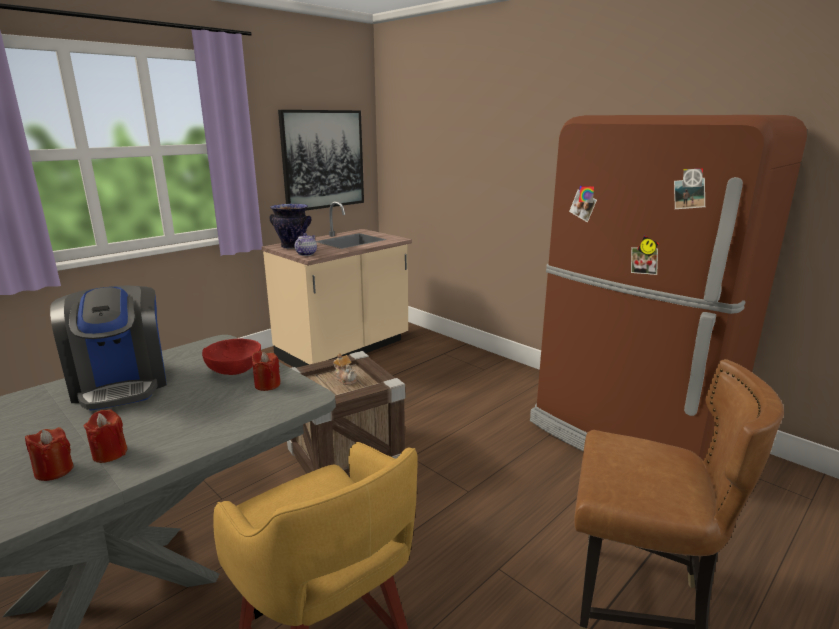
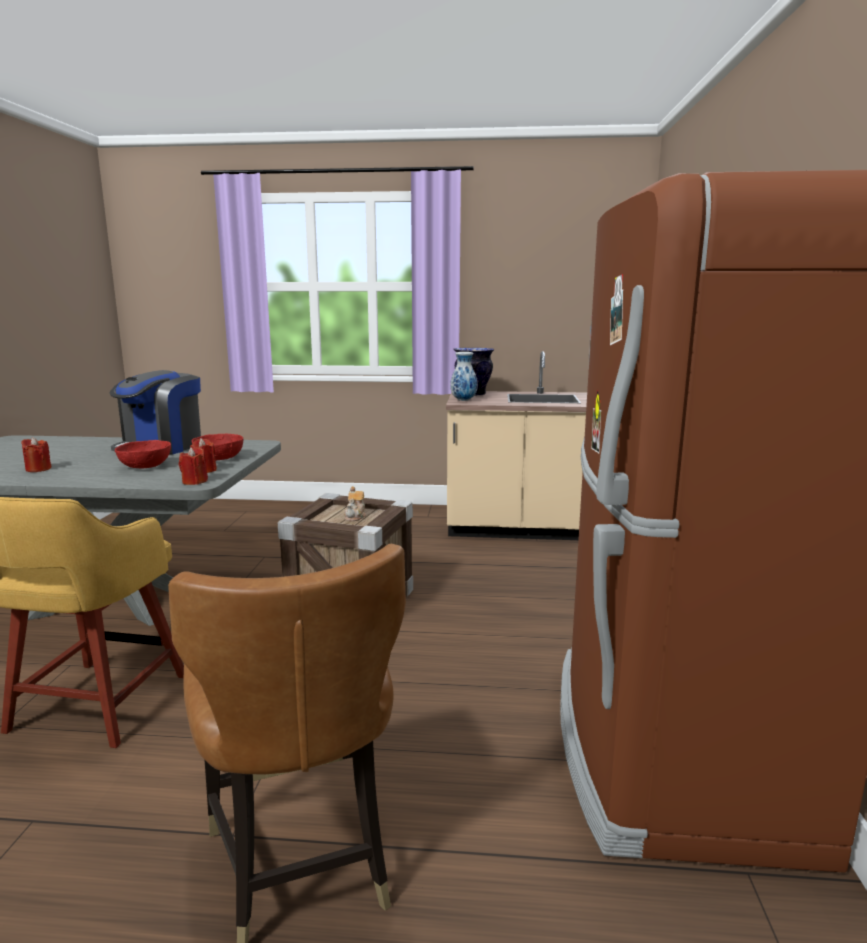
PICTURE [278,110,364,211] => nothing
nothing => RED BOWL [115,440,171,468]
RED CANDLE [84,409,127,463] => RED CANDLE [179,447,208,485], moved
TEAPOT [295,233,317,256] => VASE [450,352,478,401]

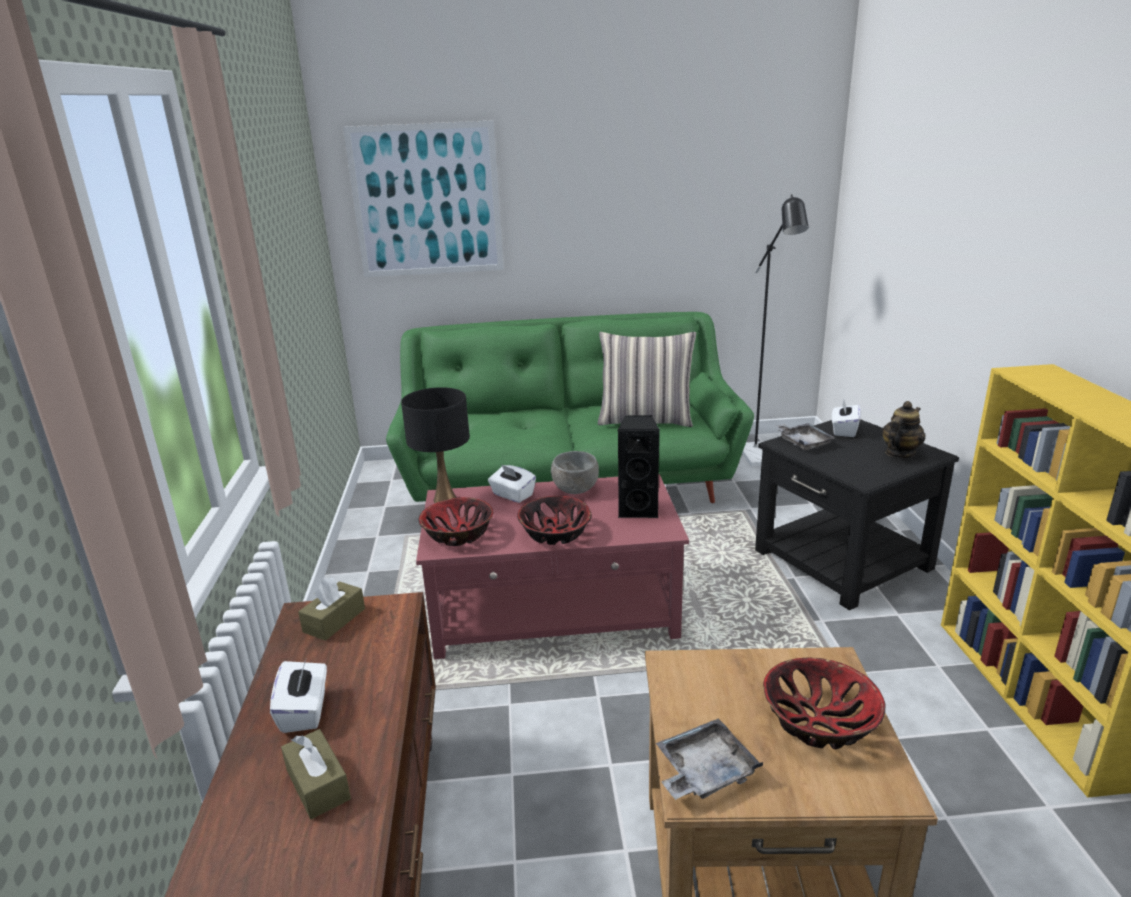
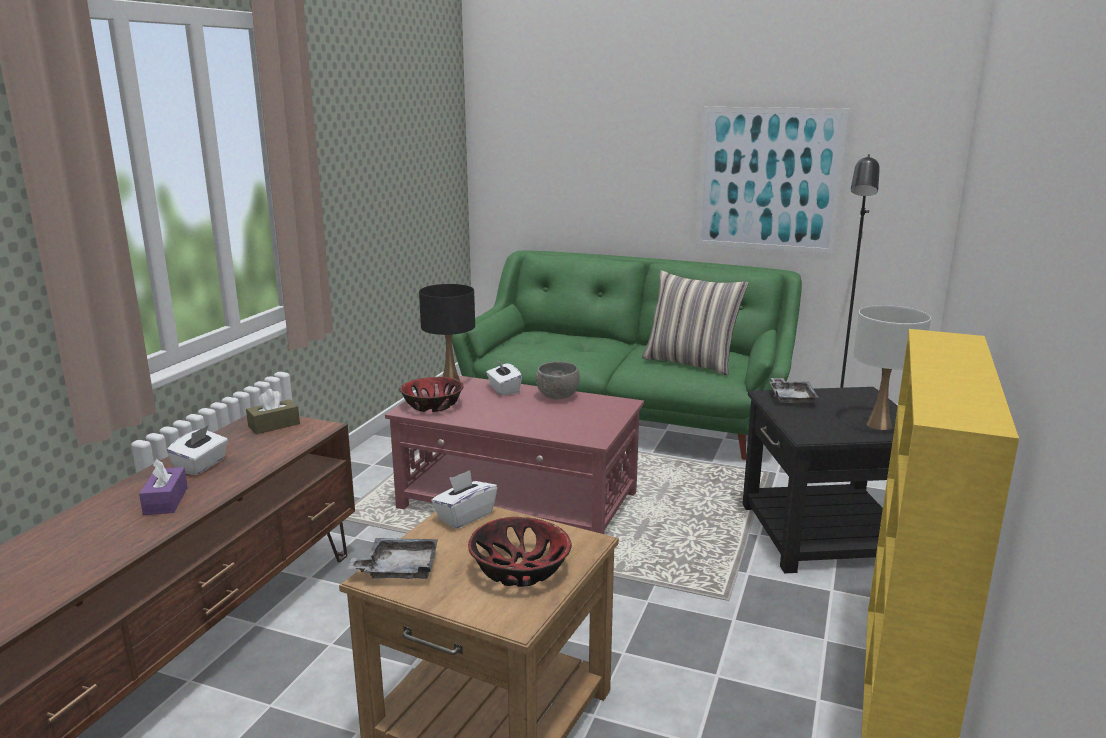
BOWL [517,496,592,545] => nothing
BLACK SPEAKER [617,415,660,519] => nothing
PICTURE [343,120,504,277] => PICTURE [696,107,850,254], moved
WHITE TISSUE BOX [832,400,861,437] => WHITE TISSUE BOX [431,470,497,529], moved
TEAPOT [882,401,926,458] => WHITE TABLE LAMP [853,305,931,430]
BROWN TISSUE BOX [281,729,351,819] => PURPLE TISSUE BOX [139,458,188,515]

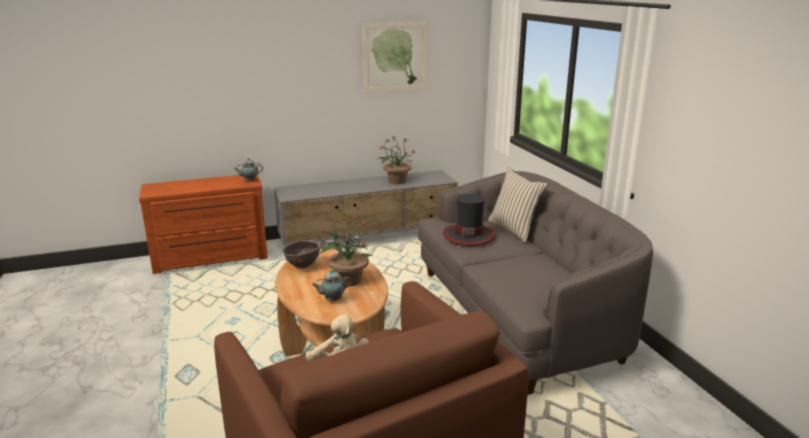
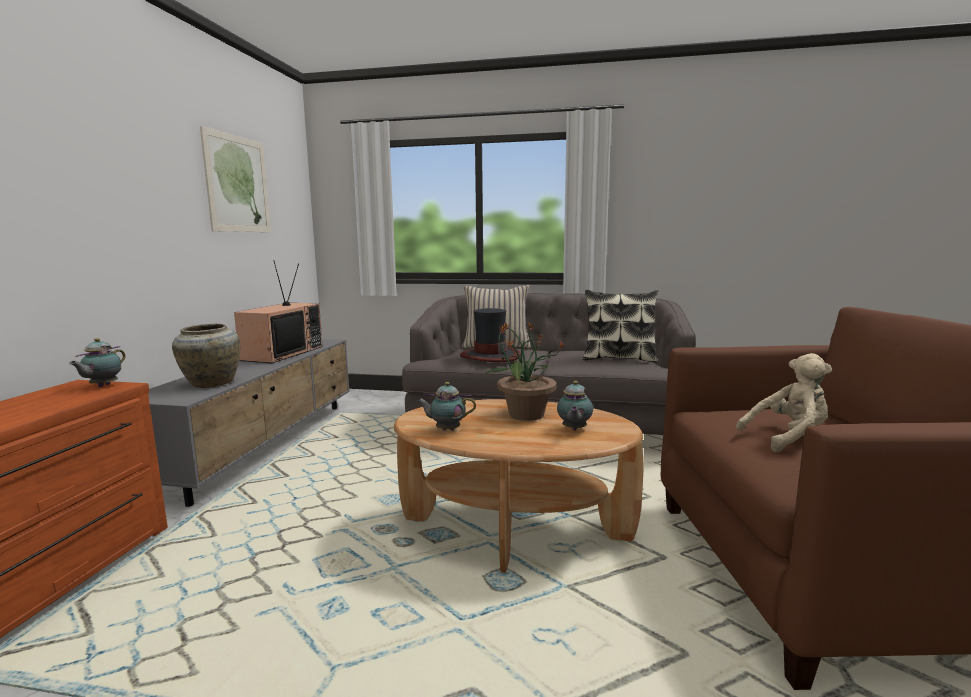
nothing => BEIGE VASE [172,324,240,388]
nothing => PILLOW [583,290,658,363]
BROWN BOWL [282,240,320,268] => TEAPOT [417,382,476,431]
POTTED PLANT [377,137,415,184] => TELEVISION [234,260,323,363]

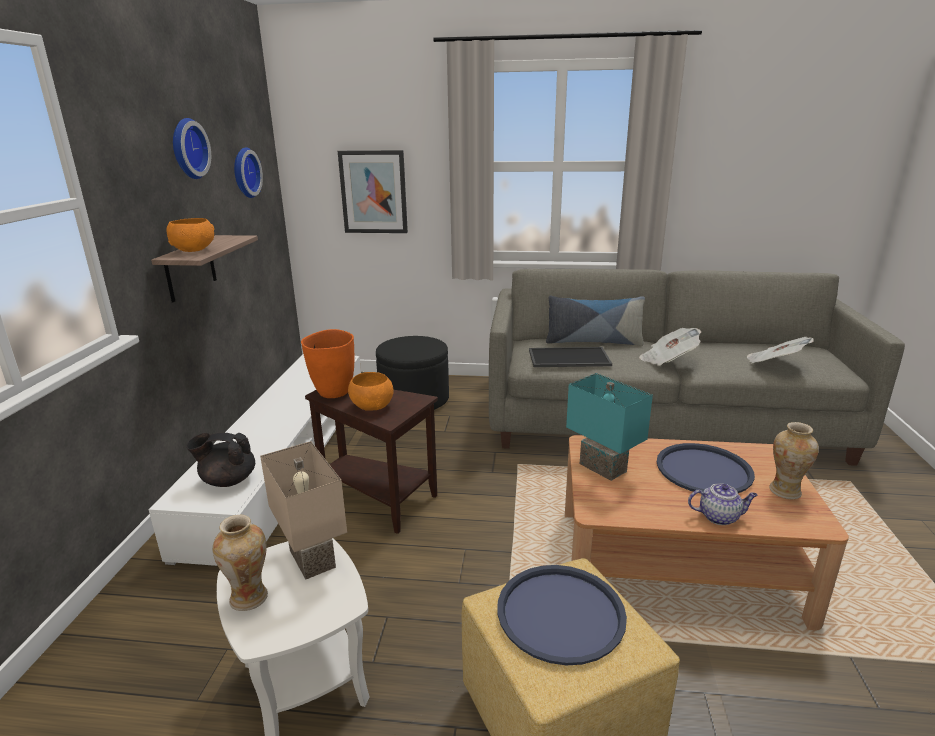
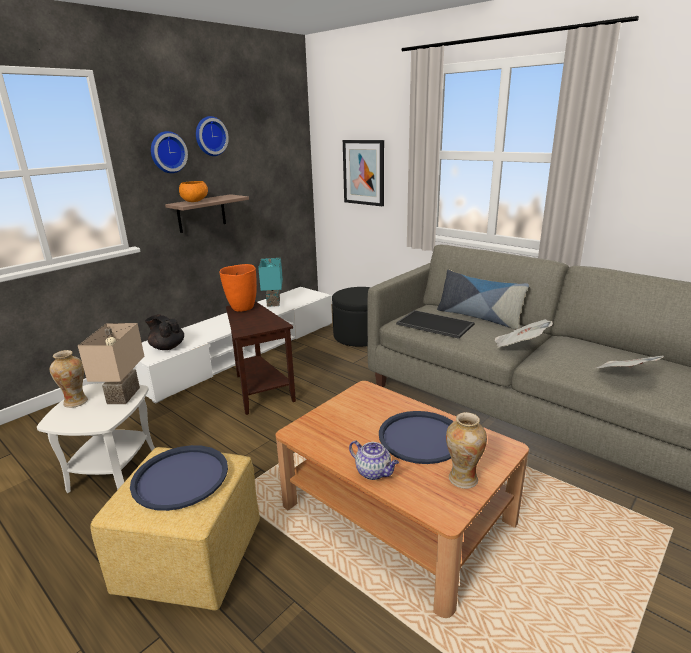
ORANGE BOWL [348,372,394,411] => nothing
WALL CLOCK [234,147,263,198] => WALL CLOCK [151,131,188,173], moved
TURQUOISE TABLE LAMP [566,373,653,481] => TURQUOISE TABLE LAMP [258,258,283,307], moved

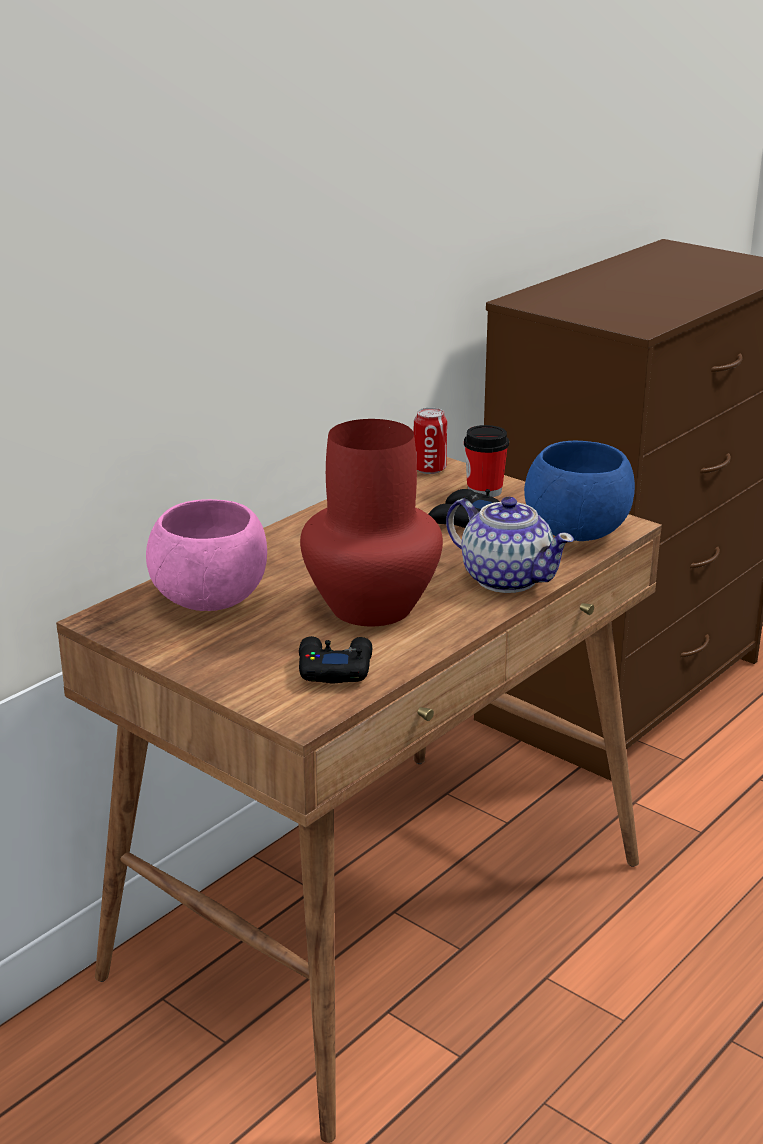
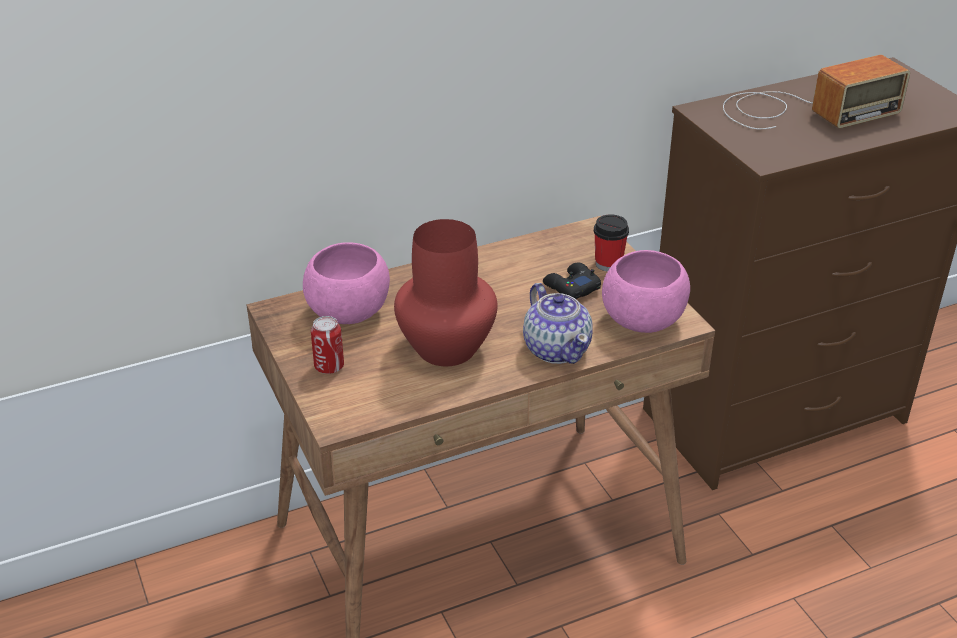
BLACK GAME CONTROLLER [299,636,372,684] => nothing
nothing => RADIO [723,55,910,129]
CAN [413,407,447,474] => CAN [311,316,344,374], moved
BLUE BOWL [524,441,635,541] => PINK BOWL [602,250,690,333]

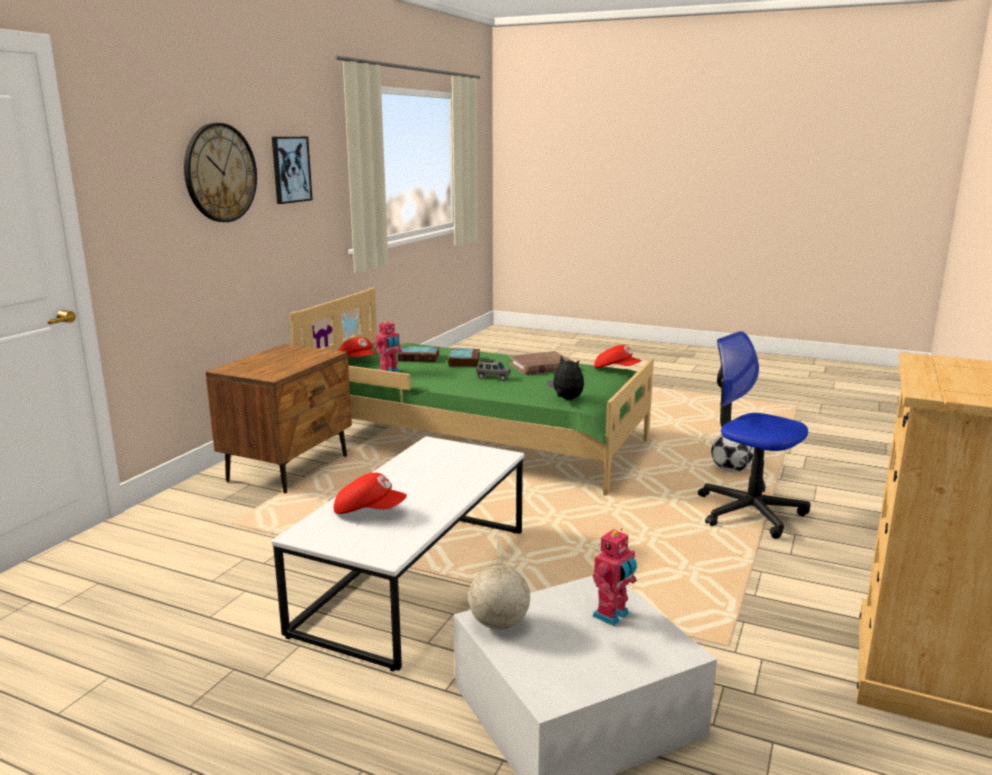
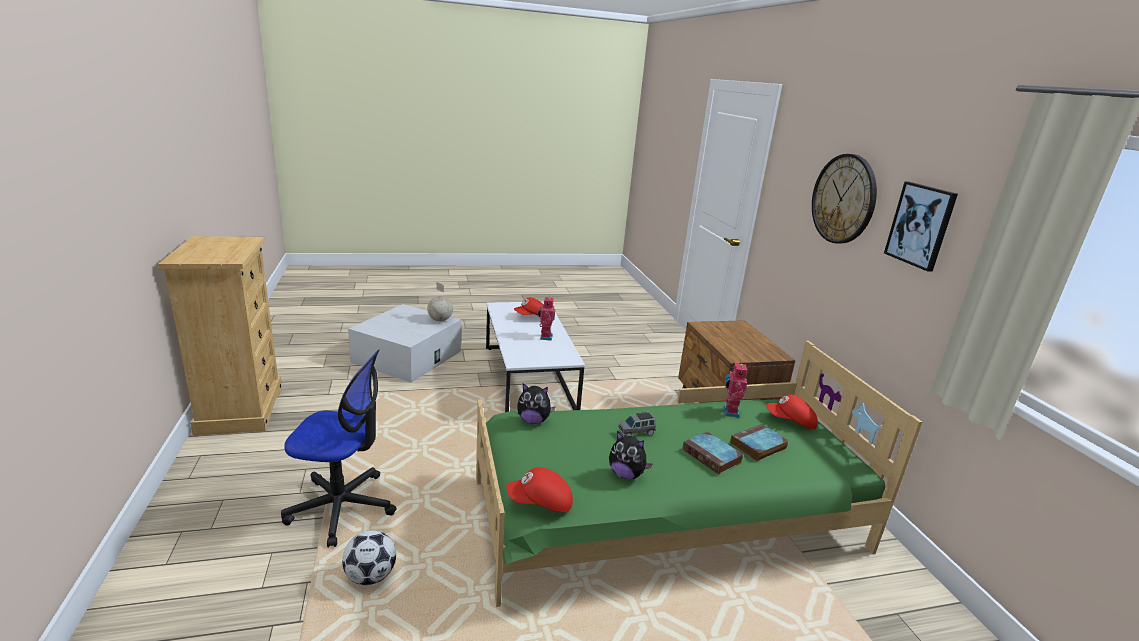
TOY ROBOT [593,528,637,626] => TOY ROBOT [538,295,555,341], moved
BROWN BOOK [509,351,572,375] => PLUSH TOY [609,431,653,479]

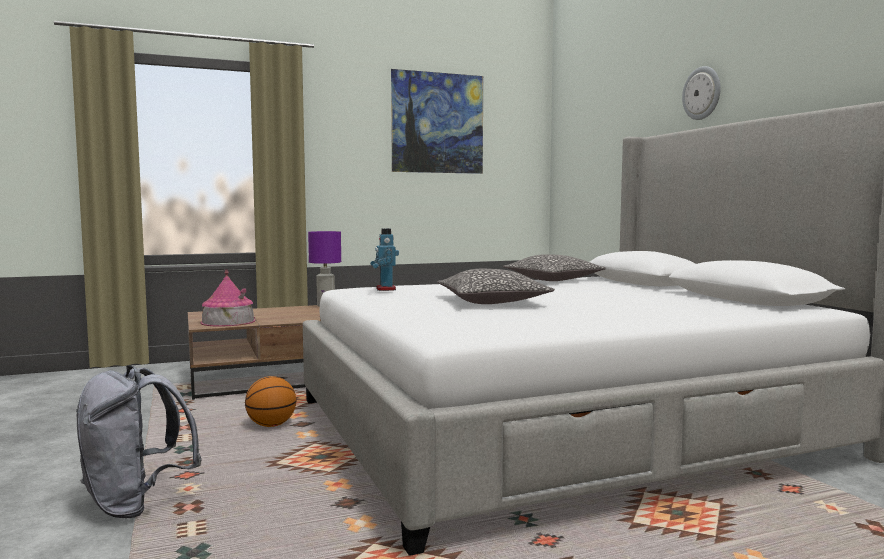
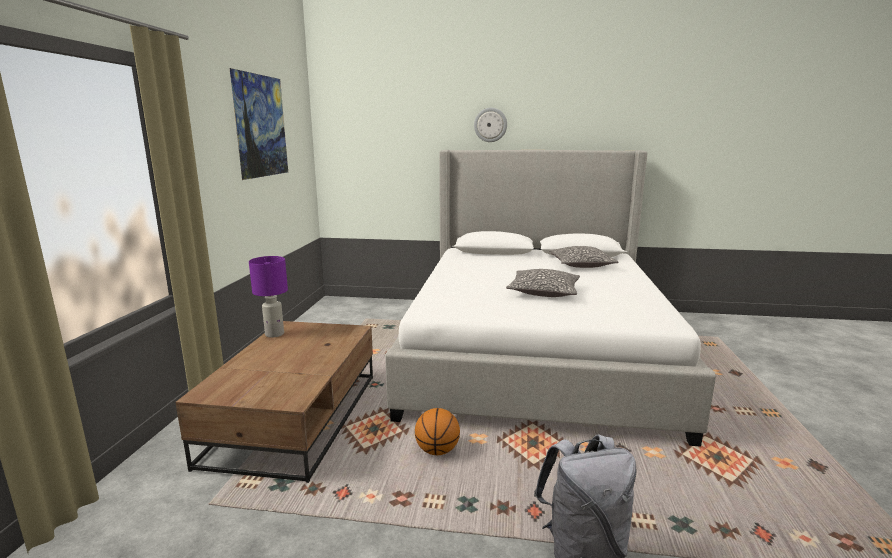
TOY HOUSE [200,270,255,327] => nothing
TOY ROBOT [370,228,399,291] => nothing
PILLOW [503,254,606,281] => PILLOW [549,246,619,268], moved

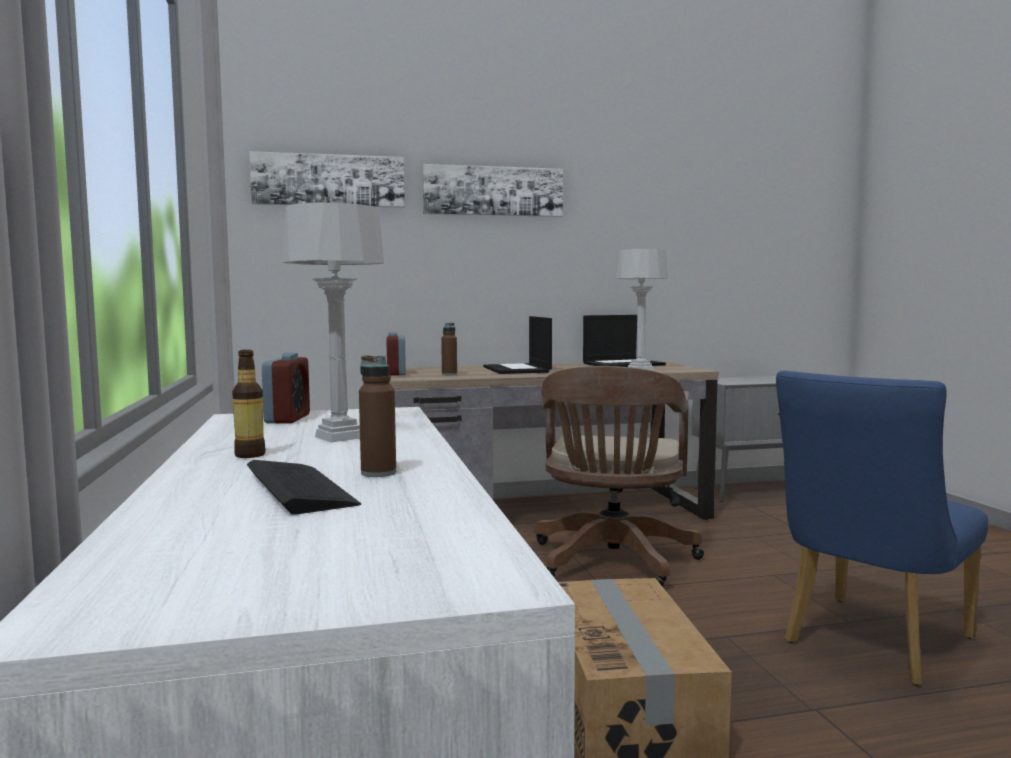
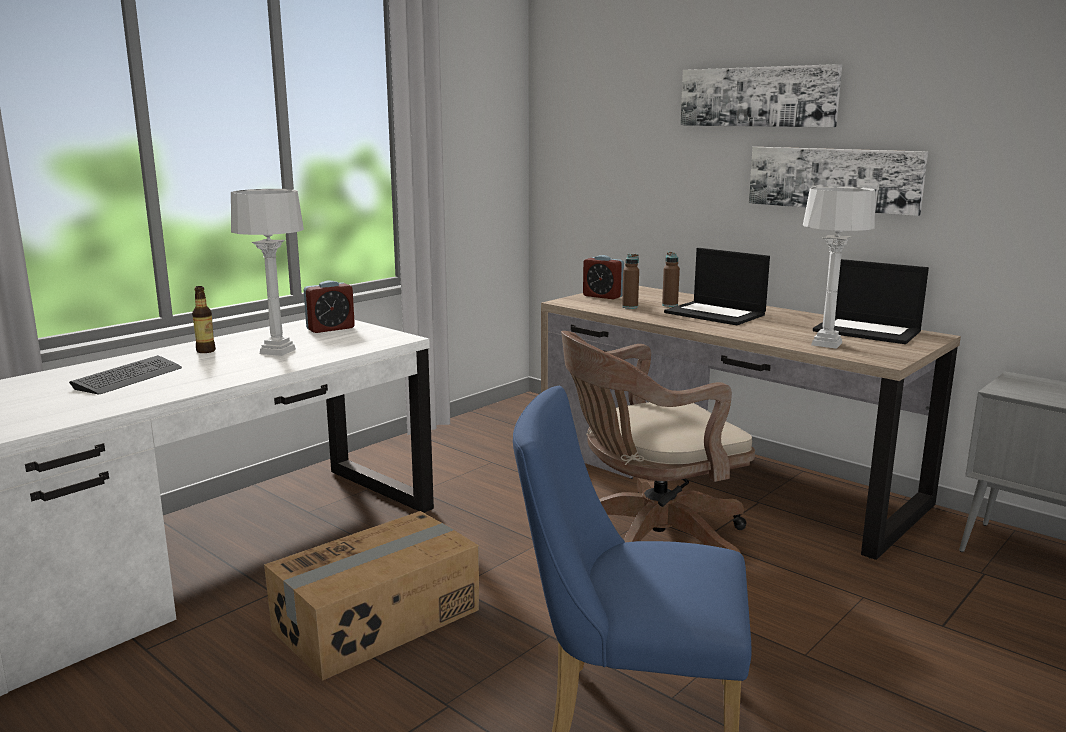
PICTURE [249,151,405,208] => PICTURE [749,147,928,216], moved
BROWN BOTTLE [359,355,396,477] => BROWN BOTTLE [662,252,680,307], moved
ALARM CLOCK [386,332,406,376] => ALARM CLOCK [583,255,624,300], 105 degrees counterclockwise
LAPTOP [483,316,552,374] => LAPTOP [664,248,770,325], 90 degrees counterclockwise

